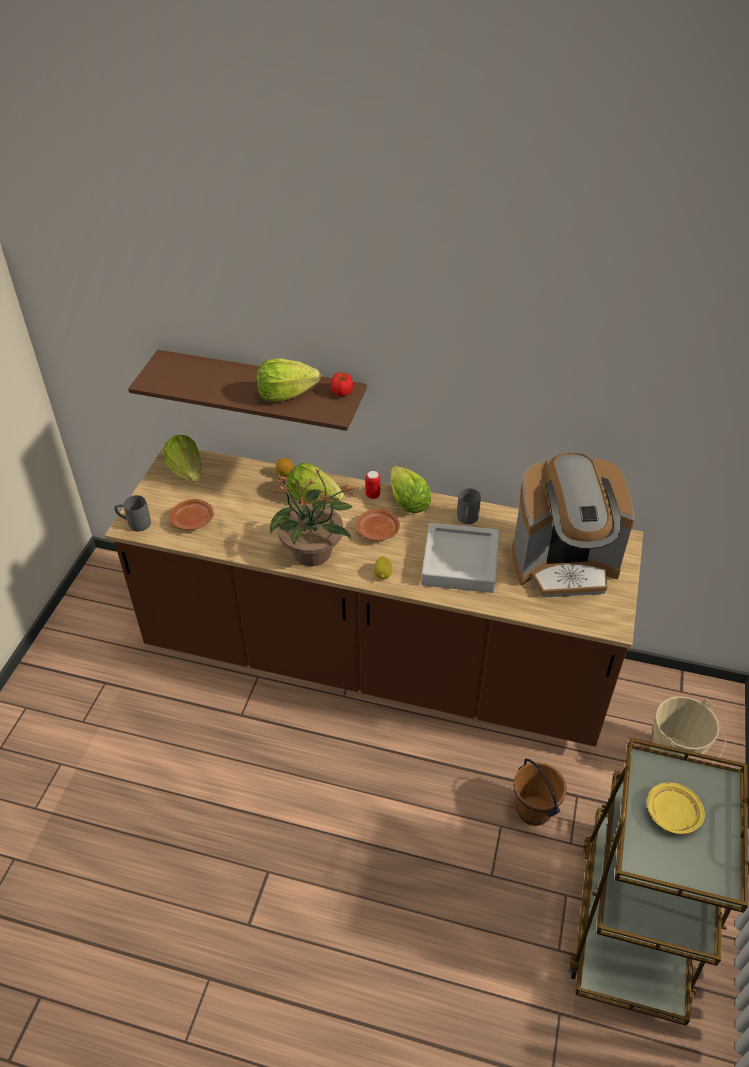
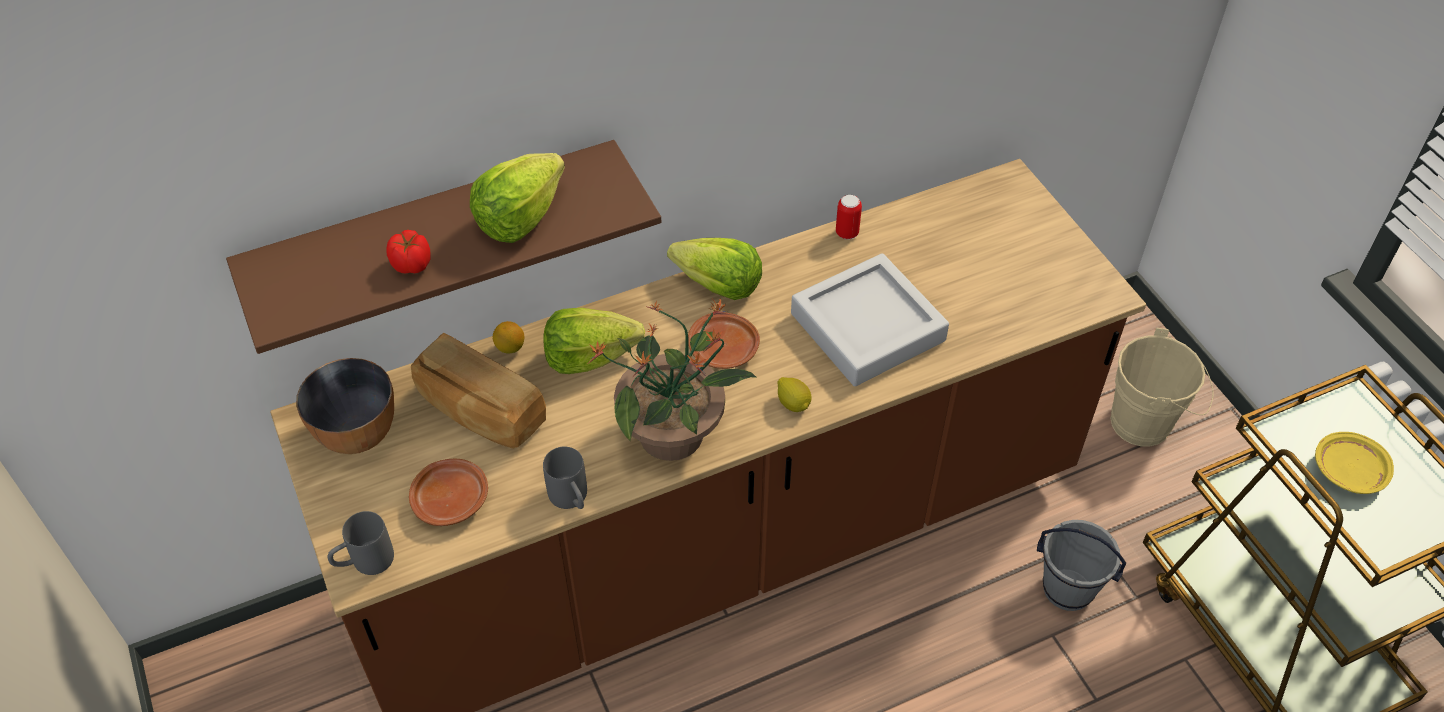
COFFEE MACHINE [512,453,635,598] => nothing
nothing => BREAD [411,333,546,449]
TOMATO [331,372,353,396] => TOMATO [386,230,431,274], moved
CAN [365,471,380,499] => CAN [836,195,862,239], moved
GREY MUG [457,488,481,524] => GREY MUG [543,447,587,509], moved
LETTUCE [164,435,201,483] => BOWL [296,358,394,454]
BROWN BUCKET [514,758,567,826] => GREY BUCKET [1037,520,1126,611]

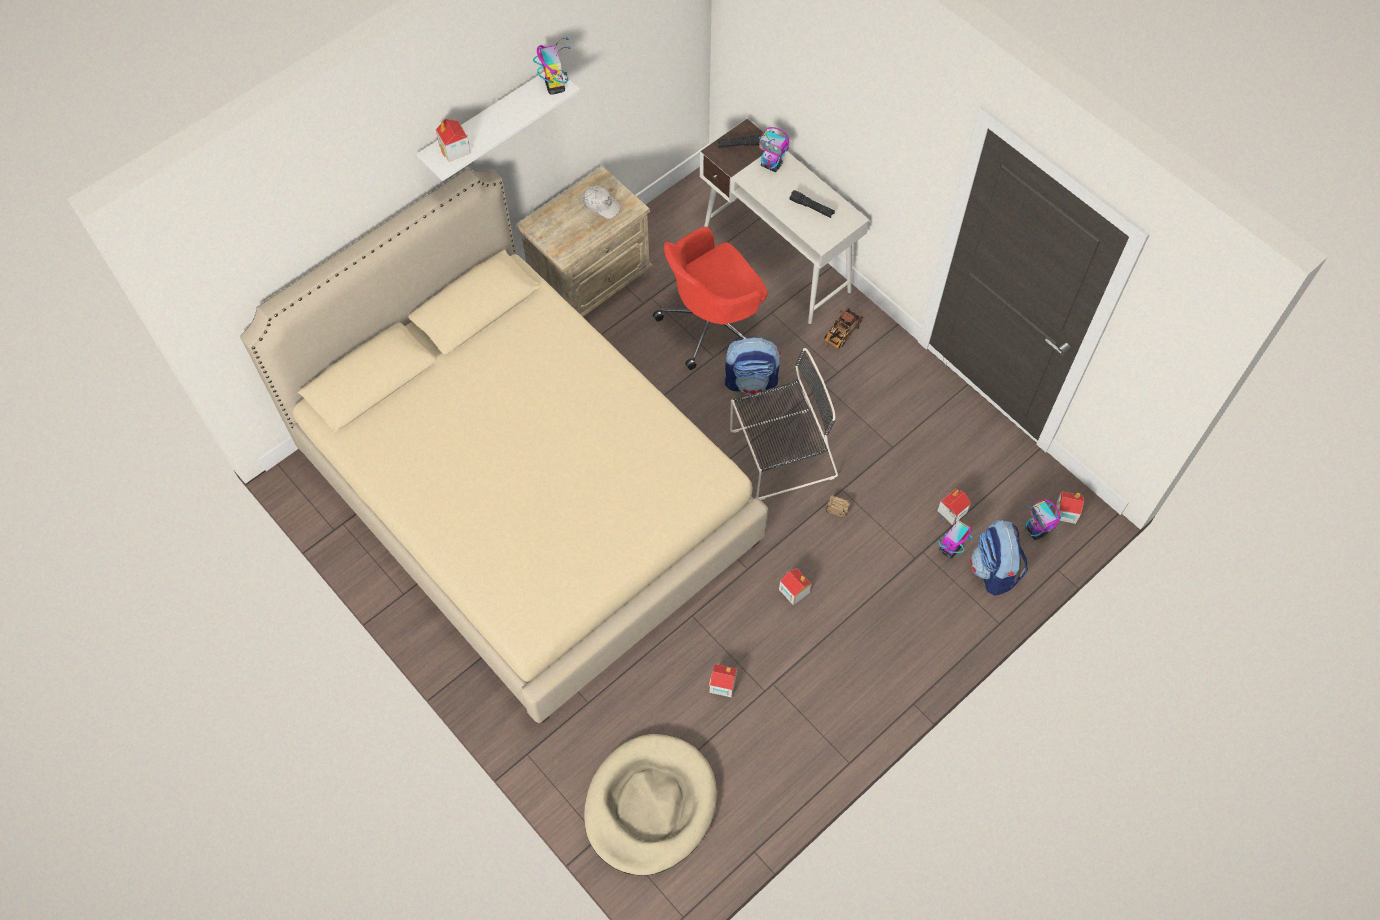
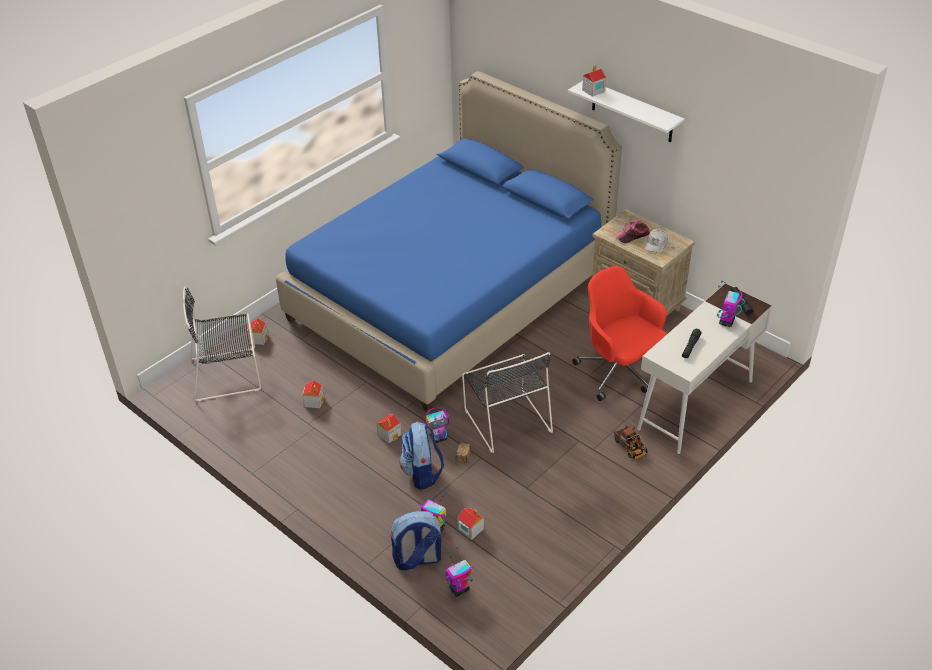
nothing => CAP [614,220,650,243]
TOY ROBOT [533,37,571,95] => TOY ROBOT [425,407,450,443], moved
BACKPACK [725,337,781,395] => BACKPACK [400,422,444,490], moved
TOY HOUSE [1055,492,1084,524] => TOY HOUSE [247,318,268,345], moved
BEIGE DOG BED [584,734,717,876] => BLACK CHAIR [183,286,261,401]
BEIGE BED [240,168,768,723] => BLUE BED [276,71,622,412]
TOY TRUCK [824,307,864,349] => TOY TRUCK [614,425,647,460], 150 degrees counterclockwise

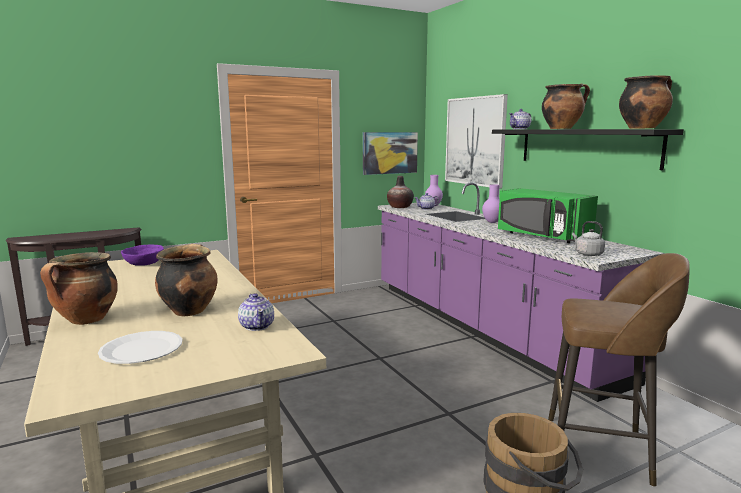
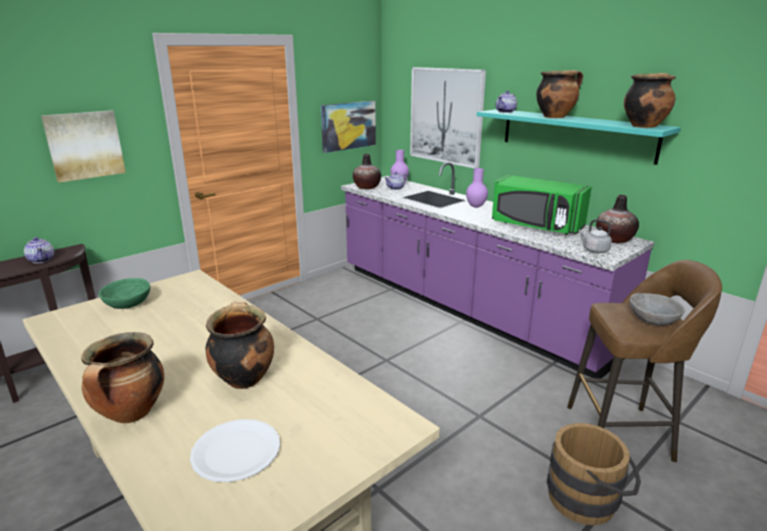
nothing => PICTURE [41,110,126,183]
nothing => VASE [596,195,639,243]
nothing => GREY BOWL [630,293,685,325]
TEAPOT [238,293,274,331] => TEAPOT [24,237,54,263], moved
PURPLE BOWL [121,244,164,266] => GREEN BOWL [99,278,150,309]
BLACK SHELF [492,129,684,170] => TURQUOISE SHELF [477,109,681,165]

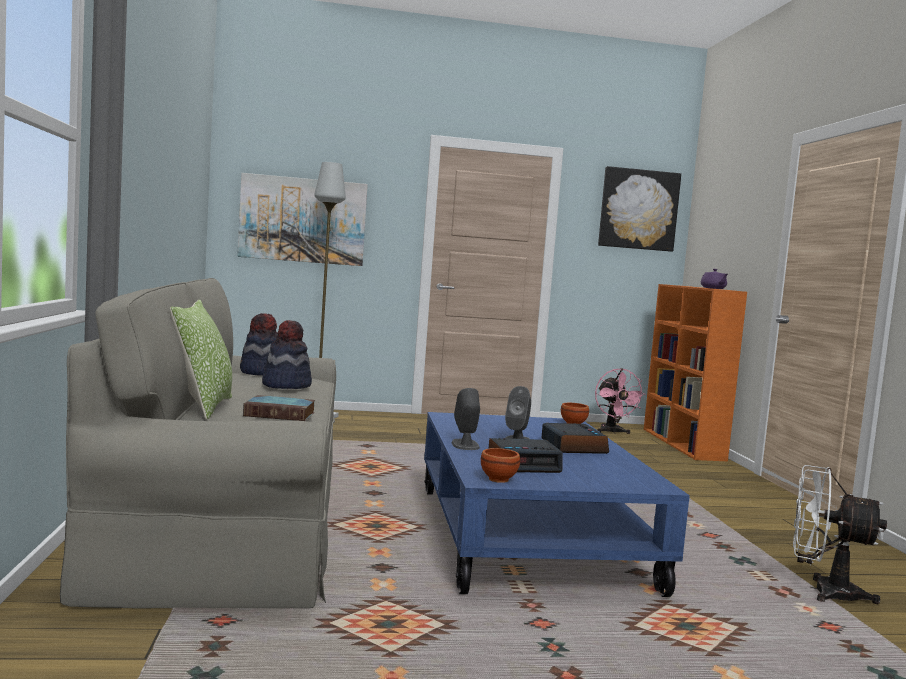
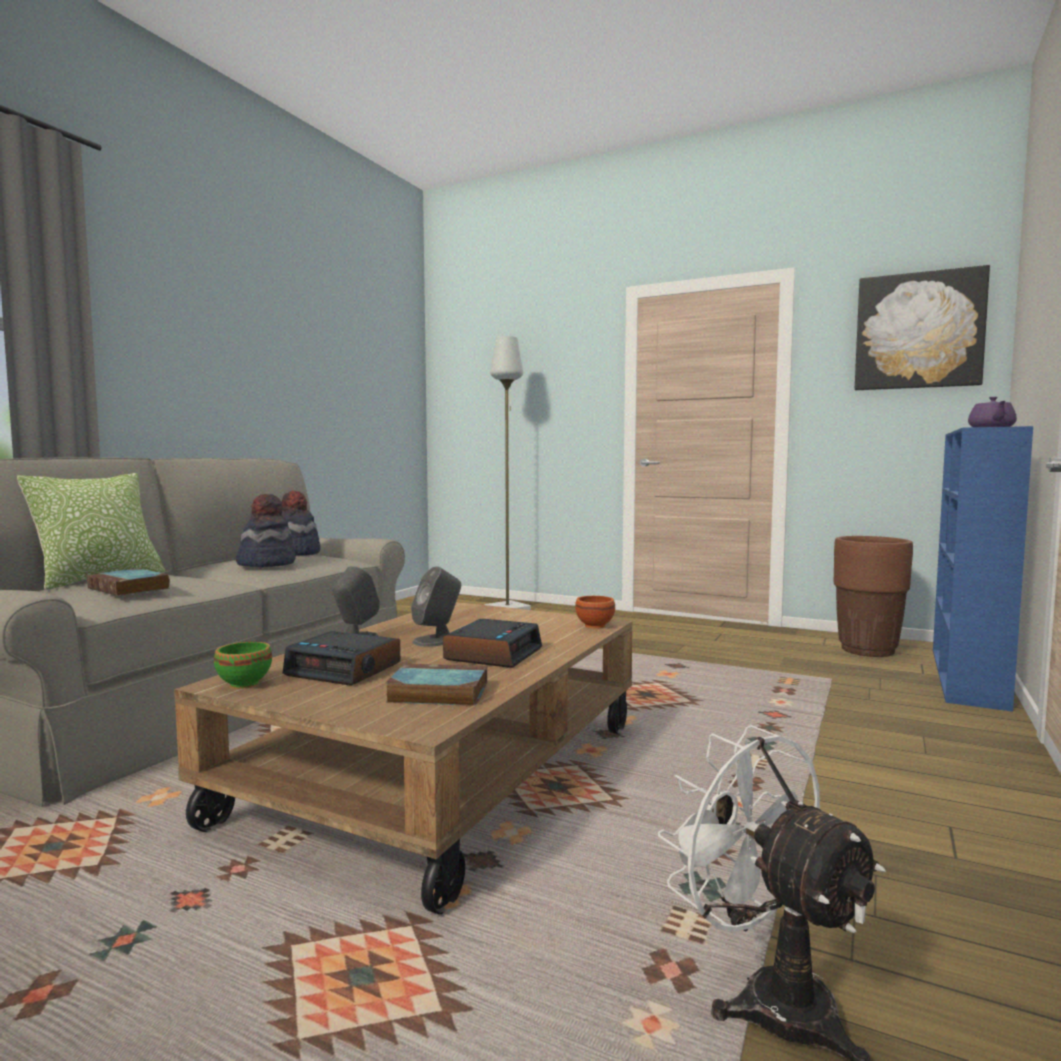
PICTURE [237,173,368,266] => nothing
nothing => BOOK [385,664,487,706]
PINK FAN [595,368,646,434] => BROWN PLANTER [834,536,913,657]
BLUE COFFEE TABLE [424,412,690,597] => BROWN COFFEE TABLE [174,602,633,915]
BROWN BOWL [481,448,520,483] => GREEN BOWL [214,642,272,689]
ORANGE BOOKCASE [644,284,747,461] => BLUE BOOKCASE [933,426,1033,712]

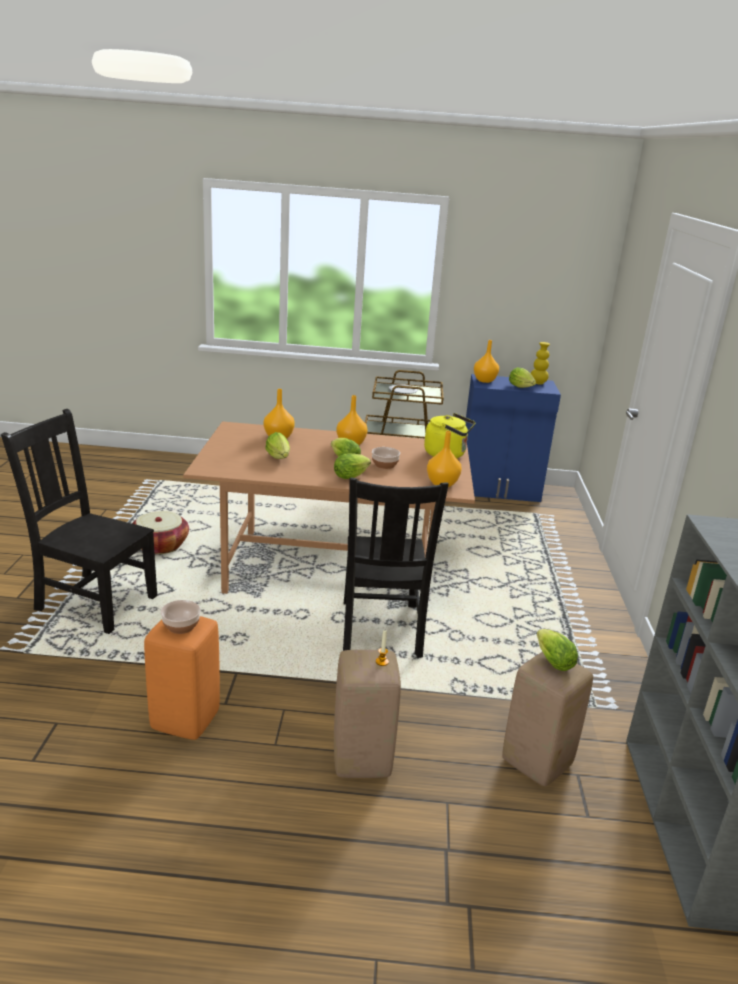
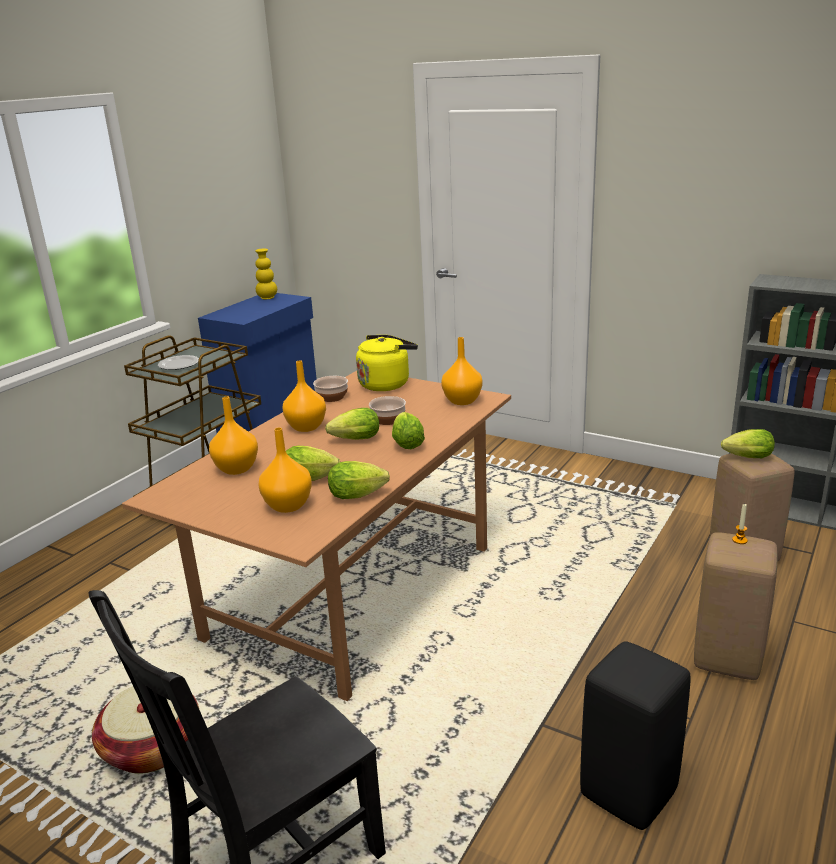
BLACK CHAIR [343,477,449,658] => nothing
BOWL [161,600,201,634] => BOWL [313,376,348,402], moved
ORANGE VASE [474,340,499,383] => ORANGE VASE [258,427,312,513], moved
LETTUCE [509,367,536,388] => LETTUCE [328,461,390,499], moved
ORANGE STOOL [144,616,220,740] => BLACK STOOL [580,641,691,830]

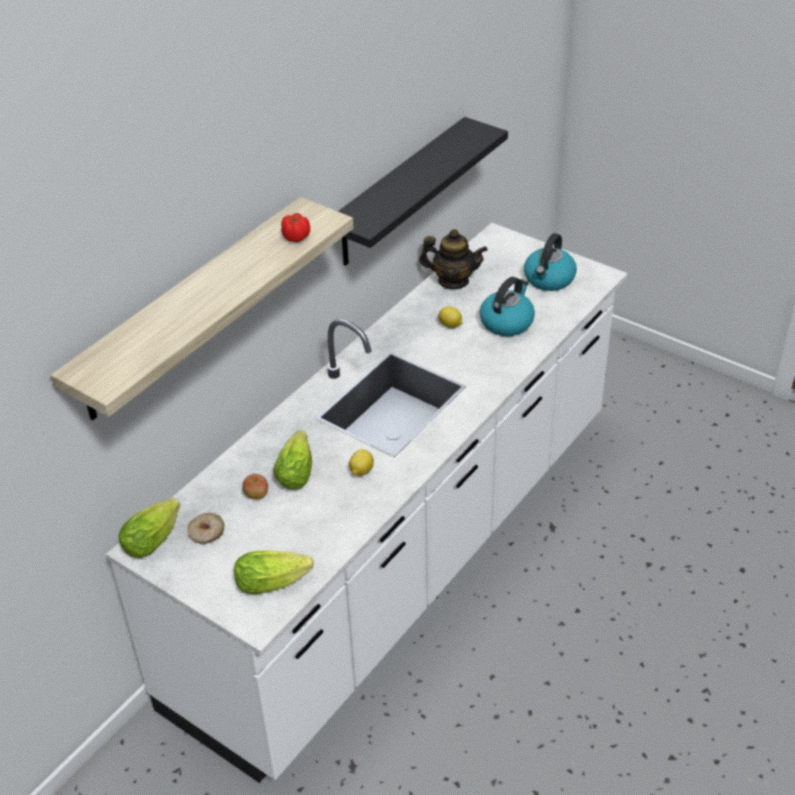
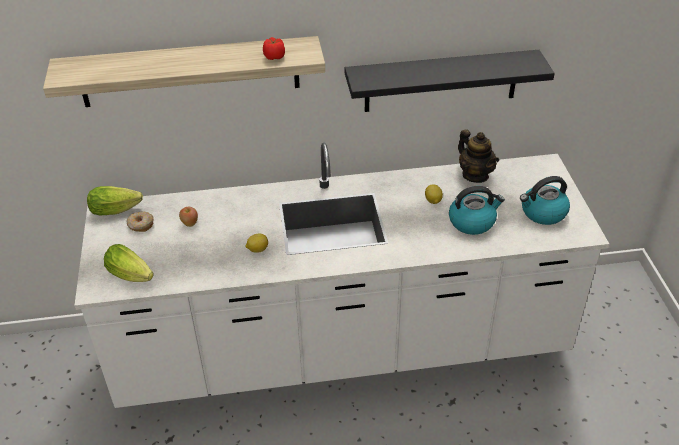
LETTUCE [273,430,312,490] => nothing

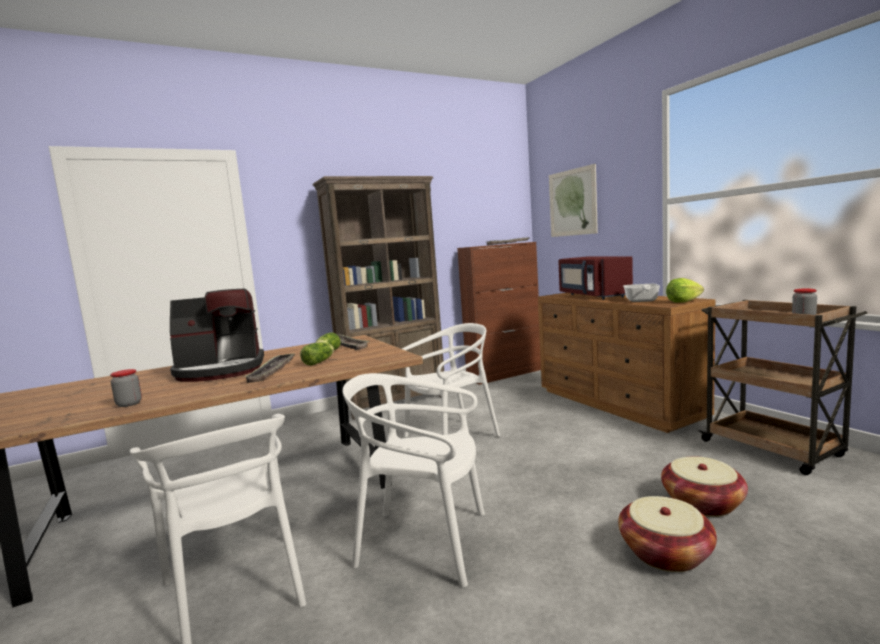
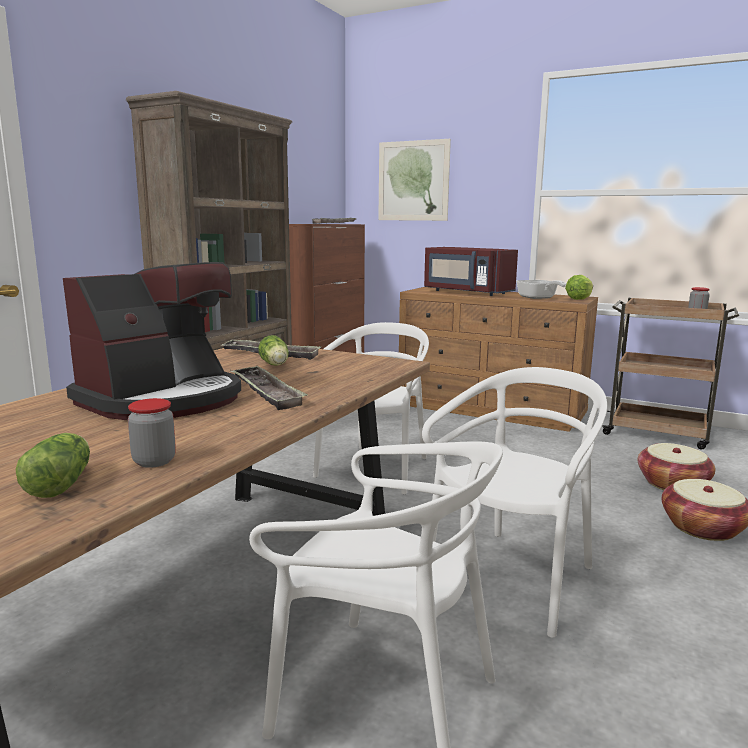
LETTUCE [300,342,334,365] => LETTUCE [16,433,90,498], moved
WHITE CHAIR [343,373,485,587] => WHITE CHAIR [422,367,607,638], 150 degrees clockwise

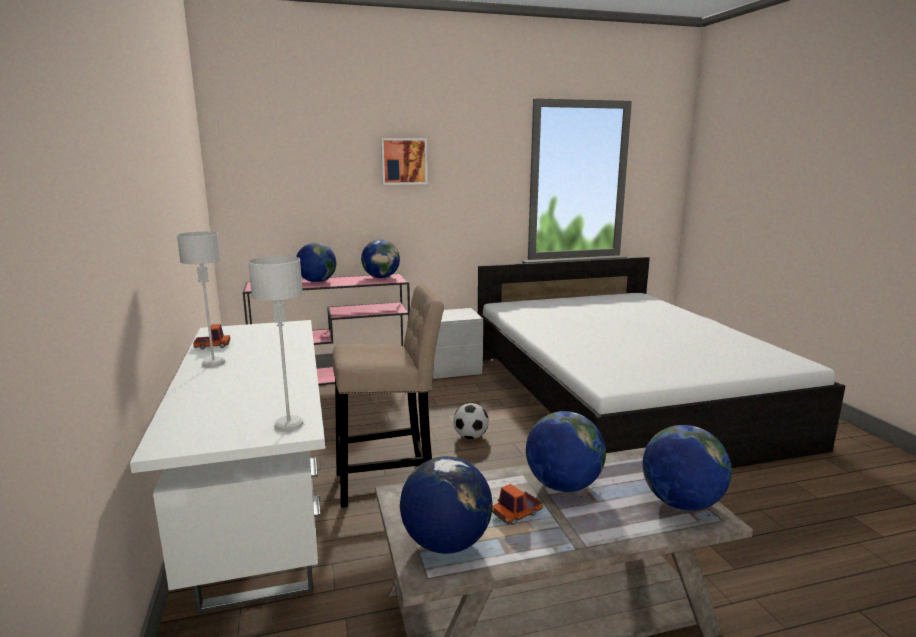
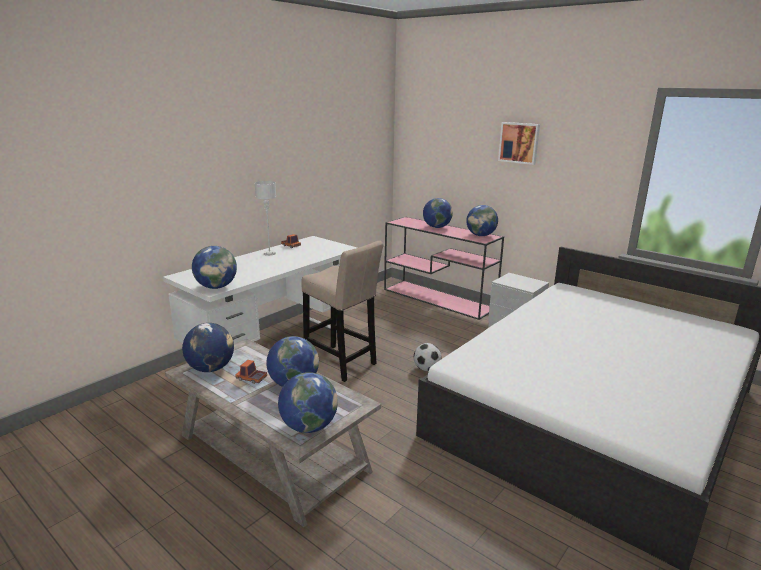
GREY TABLE LAMP [248,256,304,432] => GLOBE [192,246,237,289]

